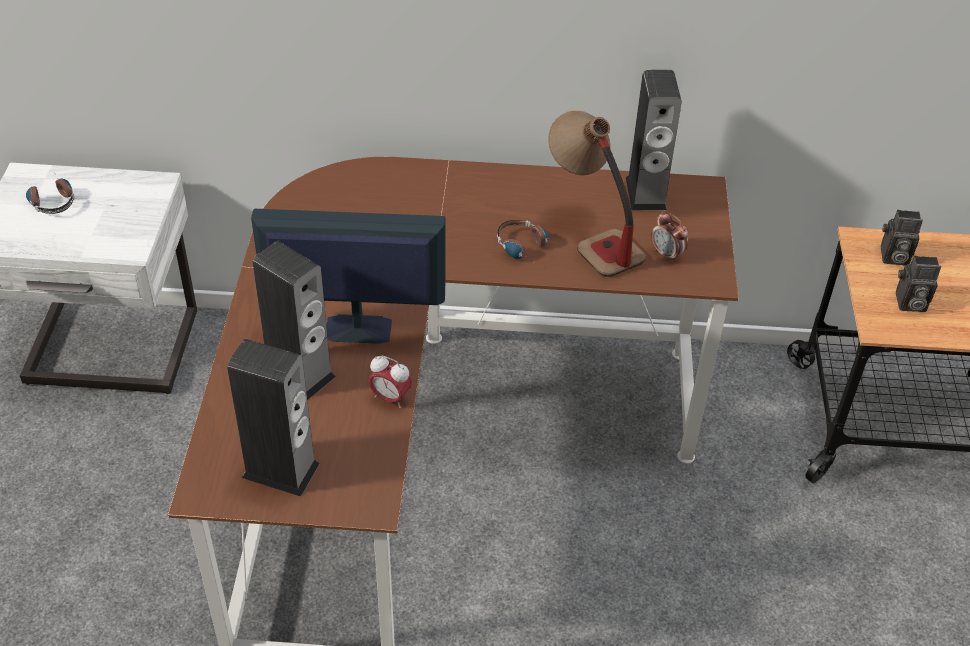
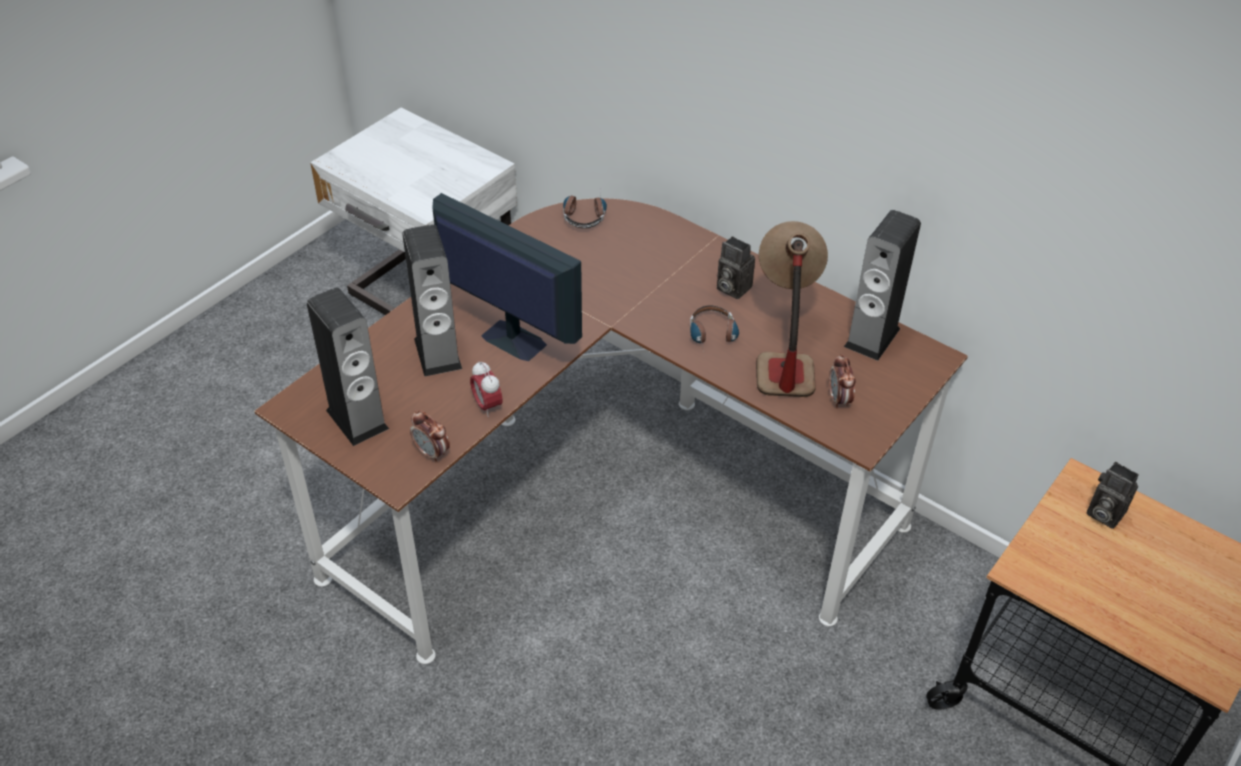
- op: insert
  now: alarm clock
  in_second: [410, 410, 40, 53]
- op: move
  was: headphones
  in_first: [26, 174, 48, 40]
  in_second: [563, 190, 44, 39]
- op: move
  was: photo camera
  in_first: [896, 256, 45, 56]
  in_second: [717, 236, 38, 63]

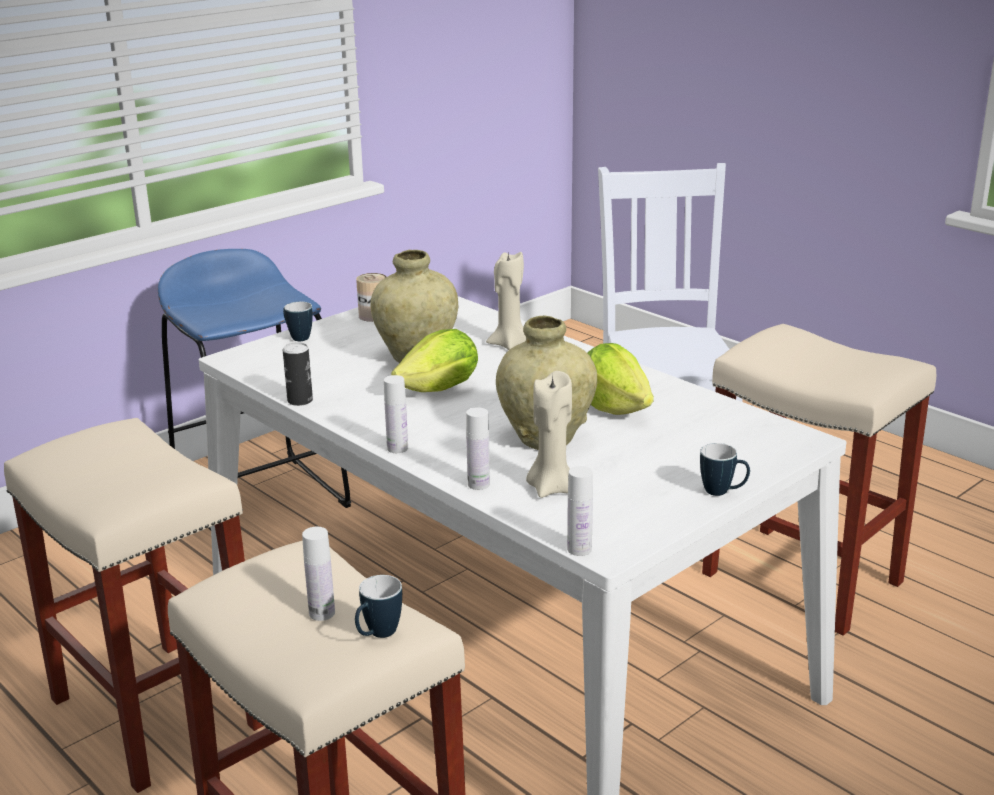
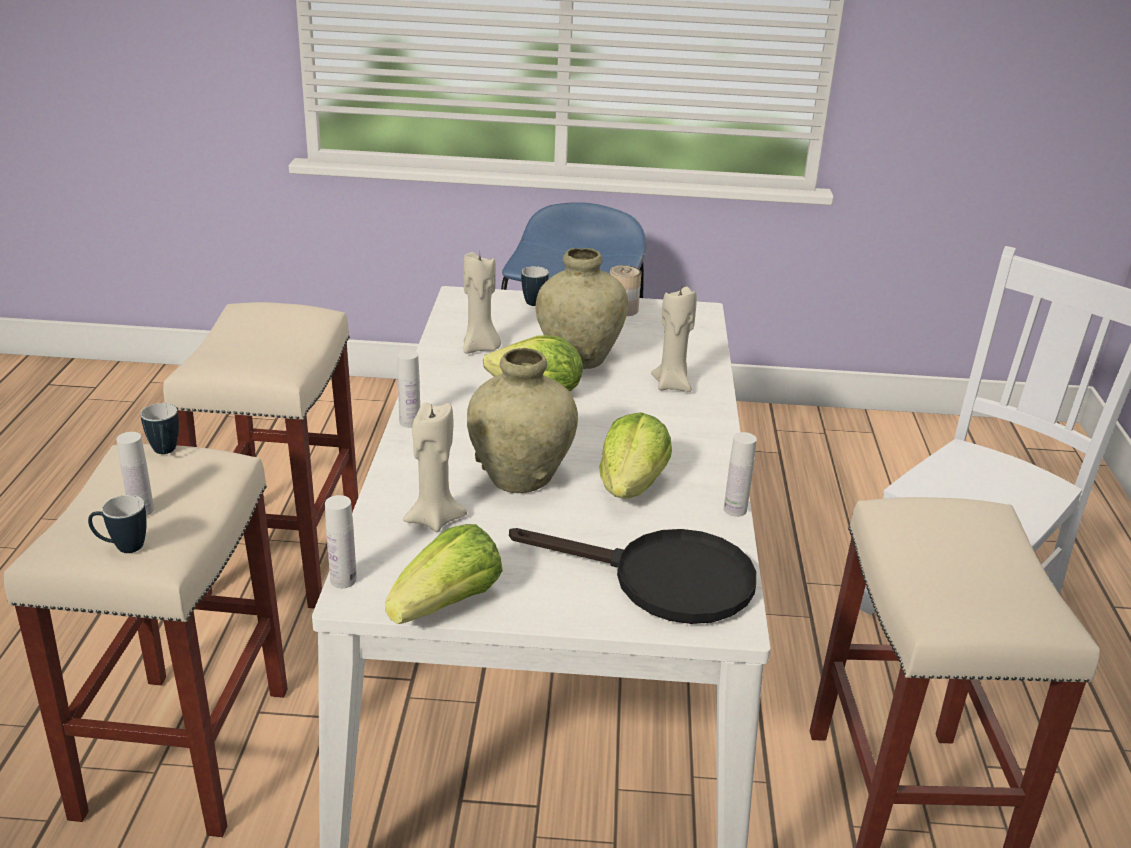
- op: delete
  was: can
  in_first: [283, 342, 30, 64]
- op: insert
  now: lettuce
  in_second: [385, 524, 118, 100]
- op: insert
  now: beige candle
  in_second: [463, 252, 38, 102]
- op: insert
  now: black frying pan
  in_second: [509, 528, 248, 96]
- op: move
  was: white bottle
  in_first: [466, 407, 24, 83]
  in_second: [724, 432, 33, 85]
- op: move
  was: mug
  in_first: [700, 443, 50, 53]
  in_second: [140, 403, 39, 51]

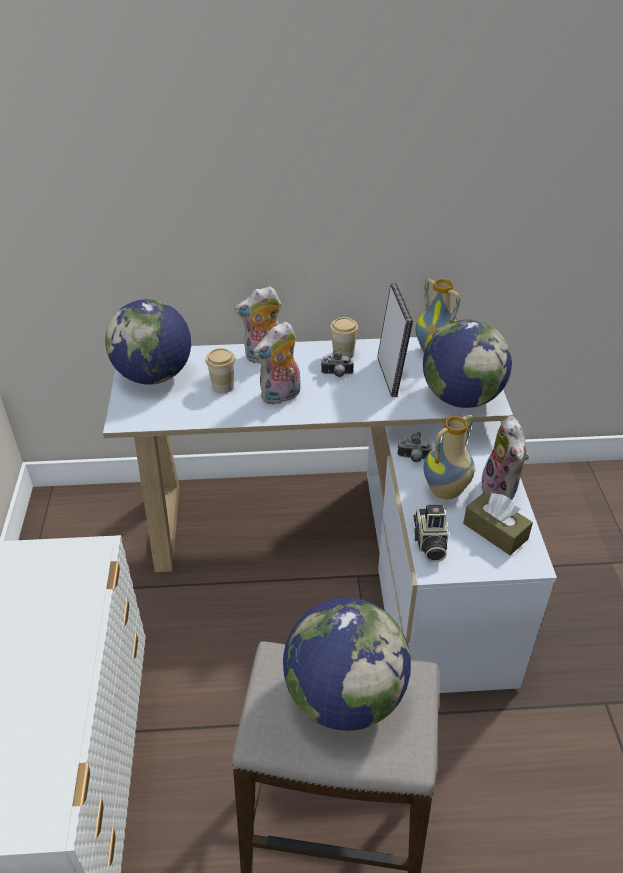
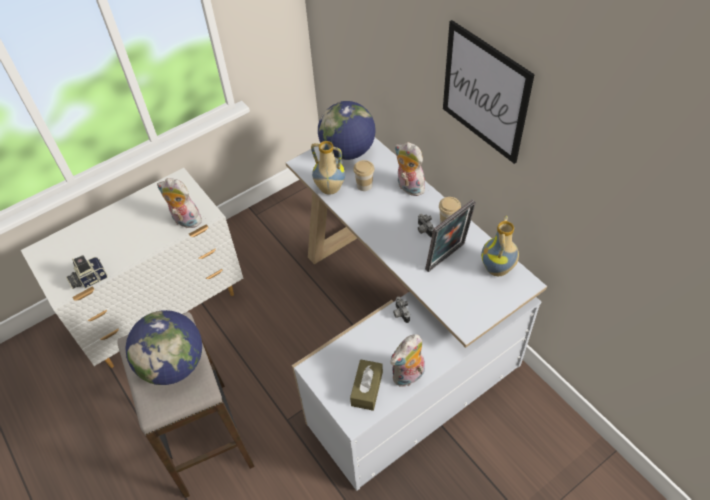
- op: delete
  was: globe
  in_first: [423, 320, 89, 88]
- op: insert
  now: picture
  in_second: [443, 20, 92, 144]
- op: move
  was: plush toy
  in_first: [253, 322, 48, 83]
  in_second: [157, 178, 45, 50]
- op: move
  was: photo camera
  in_first: [414, 504, 35, 58]
  in_second: [66, 255, 42, 34]
- op: move
  was: vase
  in_first: [423, 415, 52, 84]
  in_second: [311, 141, 34, 54]

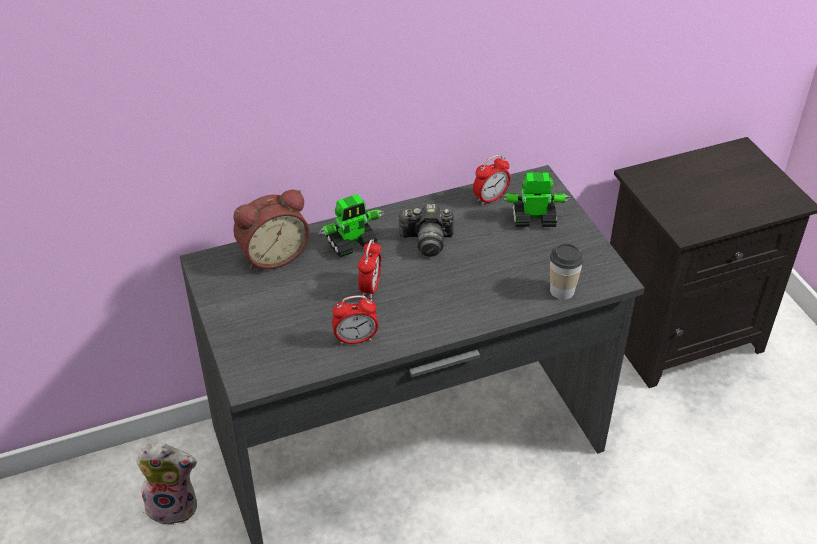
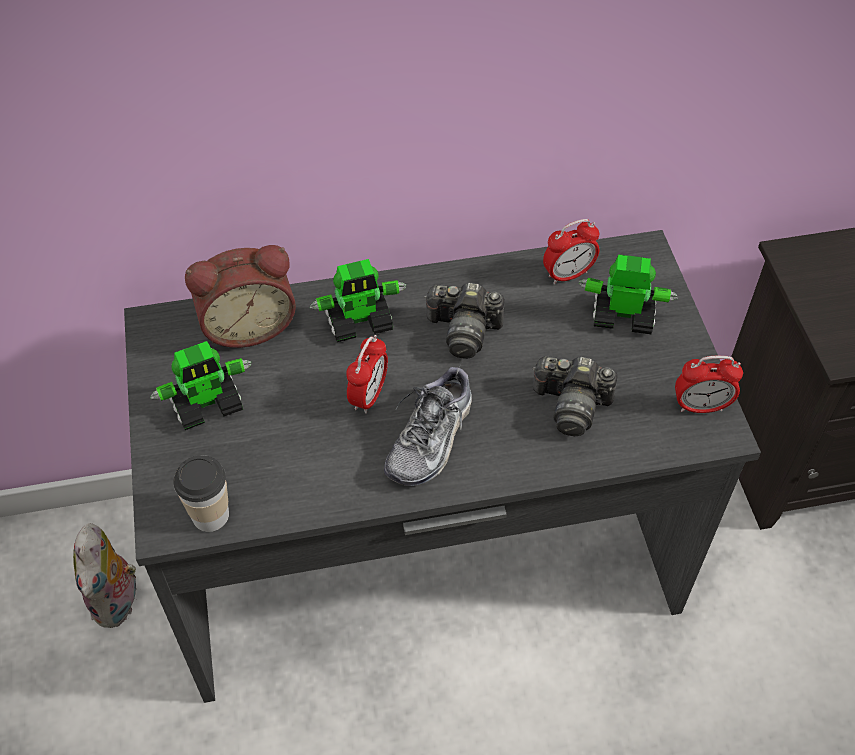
- op: insert
  now: toy robot
  in_second: [150, 341, 101, 89]
- op: insert
  now: shoe
  in_second: [384, 360, 88, 126]
- op: insert
  now: photo camera
  in_second: [532, 356, 86, 80]
- op: move
  was: alarm clock
  in_first: [332, 295, 46, 50]
  in_second: [675, 356, 68, 57]
- op: move
  was: cup
  in_first: [550, 244, 34, 56]
  in_second: [173, 455, 56, 77]
- op: rotate
  was: plush toy
  in_first: [136, 443, 61, 83]
  in_second: [73, 523, 64, 105]
  clockwise: 75

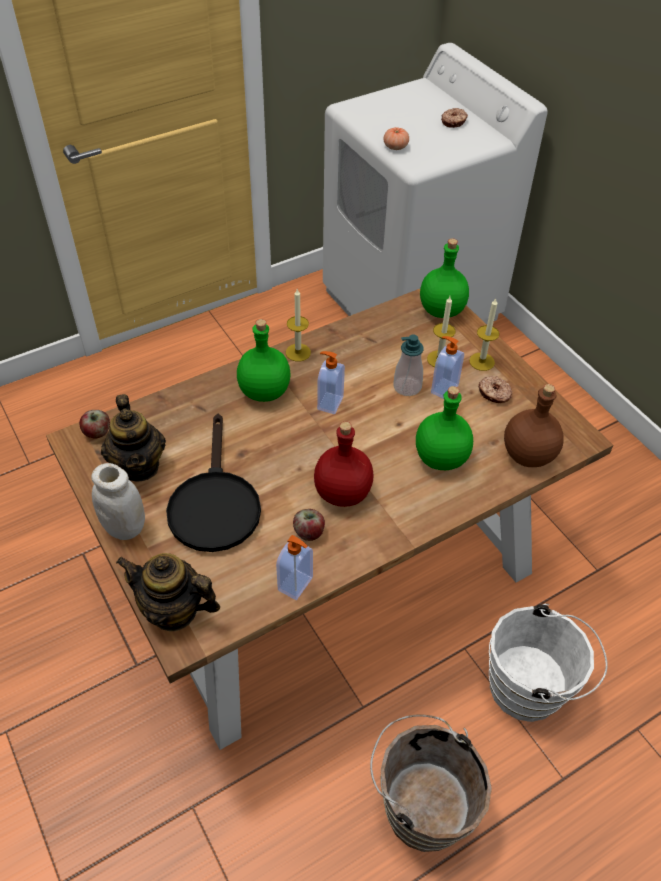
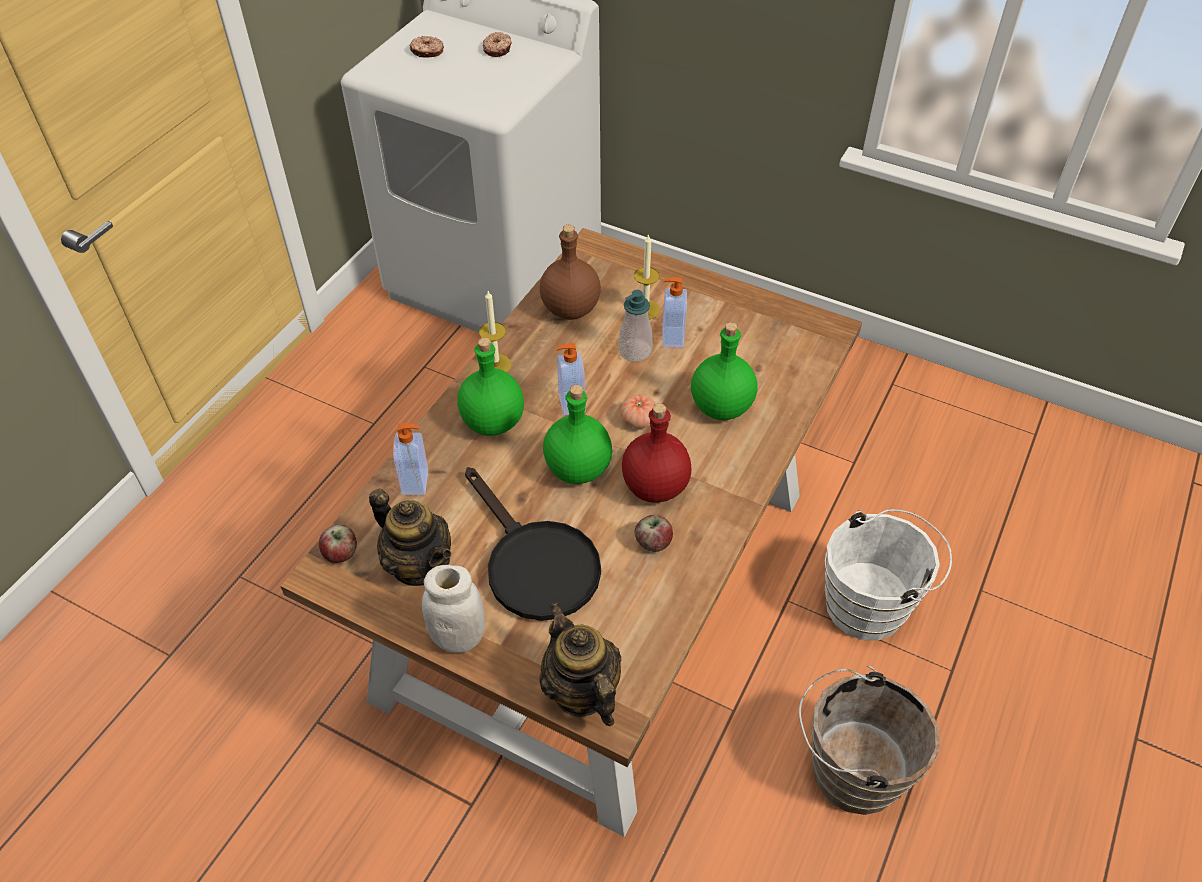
- op: delete
  was: candle
  in_first: [469, 299, 31, 72]
- op: move
  was: soap dispenser
  in_first: [276, 535, 37, 65]
  in_second: [393, 423, 35, 72]
- op: move
  was: tomato
  in_first: [383, 127, 26, 23]
  in_second: [620, 394, 36, 35]
- op: move
  was: green bottle
  in_first: [420, 238, 49, 80]
  in_second: [543, 385, 69, 99]
- op: move
  was: donut
  in_first: [478, 376, 35, 27]
  in_second: [409, 36, 35, 22]
- op: move
  was: brown bottle
  in_first: [504, 384, 60, 83]
  in_second: [540, 225, 61, 95]
- op: rotate
  was: teapot
  in_first: [116, 553, 104, 79]
  in_second: [539, 602, 82, 124]
  clockwise: 75

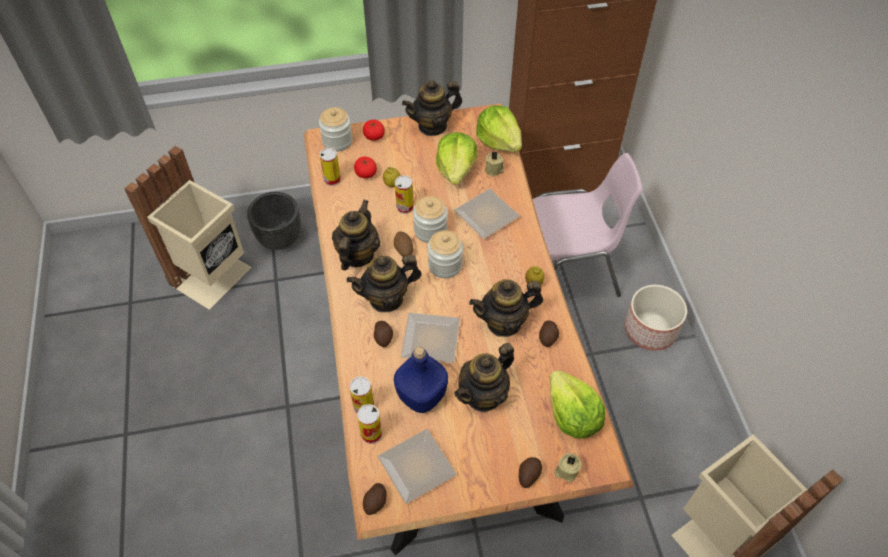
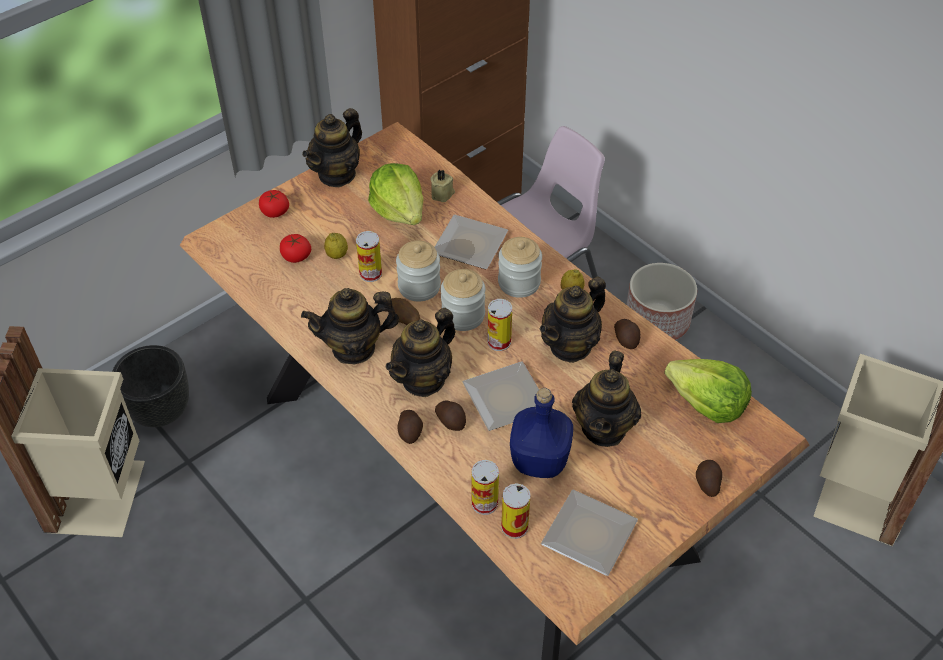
- op: delete
  was: lettuce
  in_first: [476, 105, 46, 47]
- op: delete
  was: beige candle
  in_first: [554, 453, 28, 29]
- op: move
  was: jar
  in_first: [319, 107, 33, 45]
  in_second: [498, 237, 44, 61]
- op: move
  was: can
  in_first: [319, 148, 22, 38]
  in_second: [488, 299, 24, 52]
- op: move
  was: potato
  in_first: [363, 483, 23, 32]
  in_second: [397, 410, 26, 34]
- op: rotate
  was: teapot
  in_first: [332, 200, 48, 70]
  in_second: [301, 288, 99, 77]
  clockwise: -90

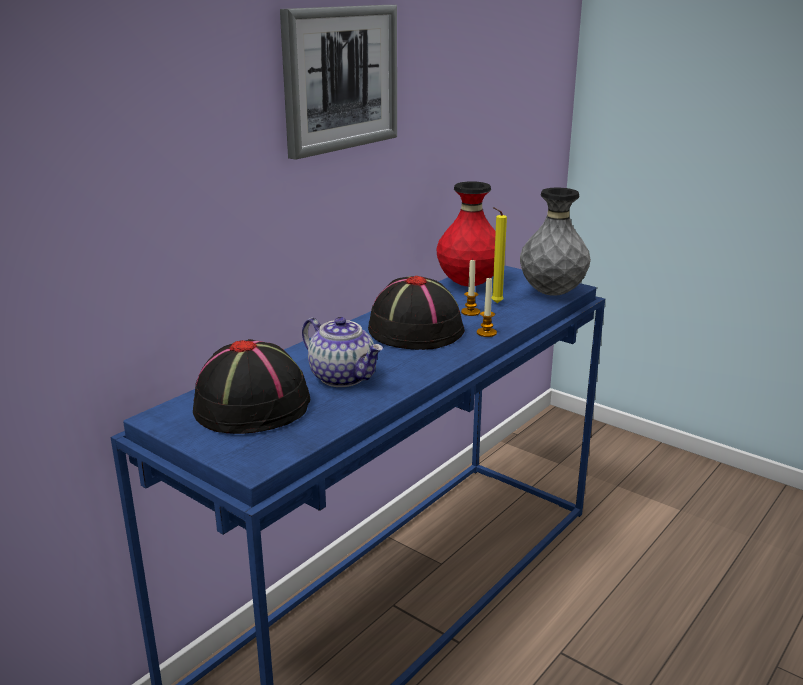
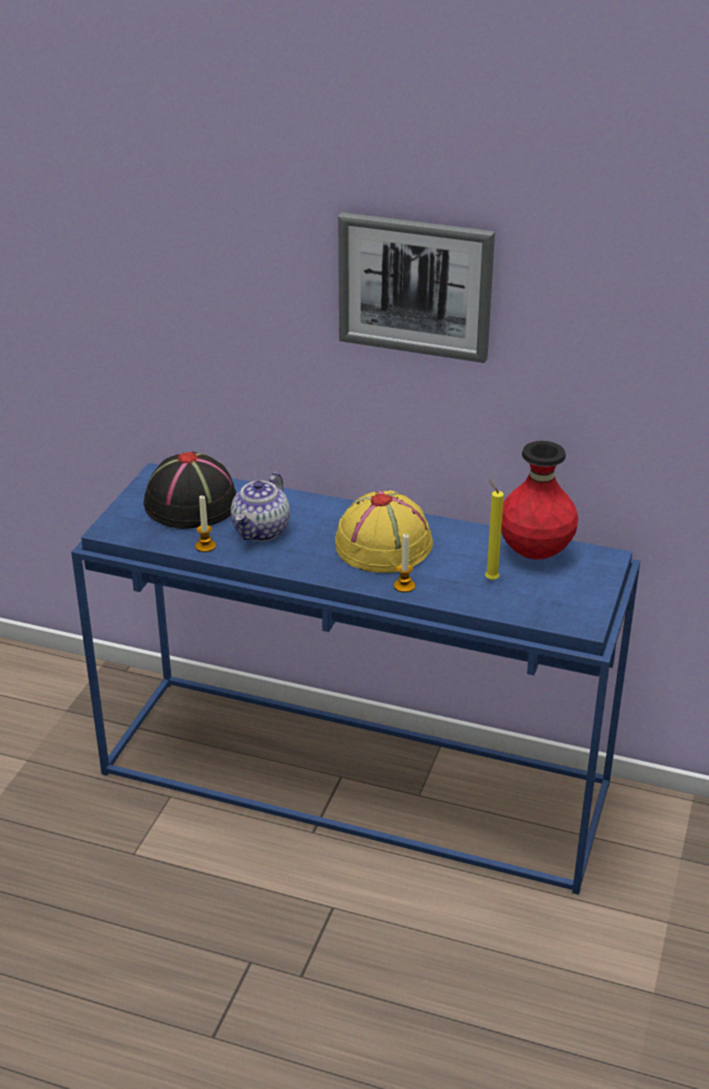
- op: delete
  was: grey vase
  in_first: [520, 188, 71, 108]
- op: move
  was: candle
  in_first: [461, 258, 19, 58]
  in_second: [195, 495, 21, 57]
- op: recolor
  was: black hat
  now: yellow hat
  in_first: [368, 276, 97, 74]
  in_second: [335, 490, 98, 83]

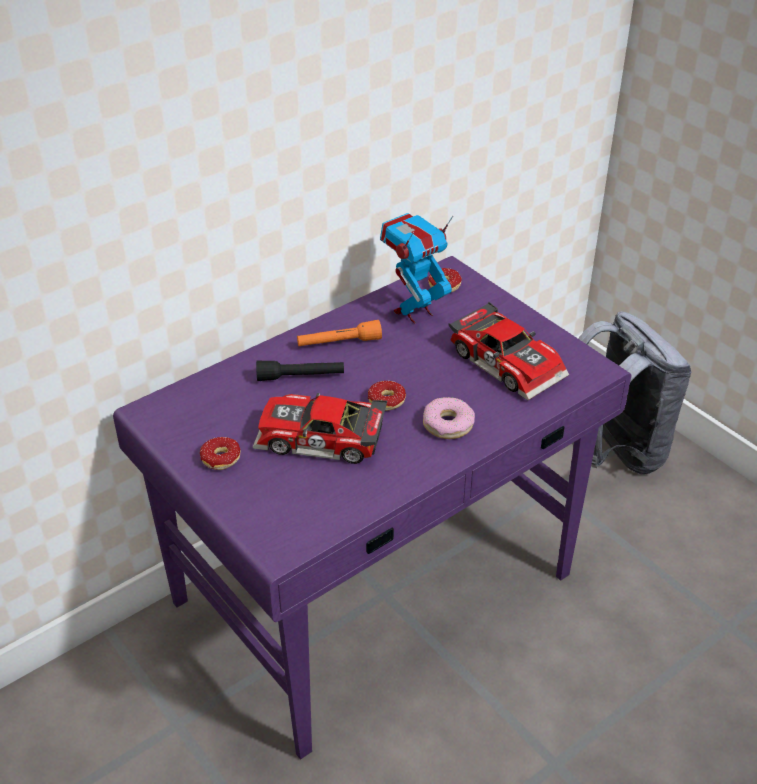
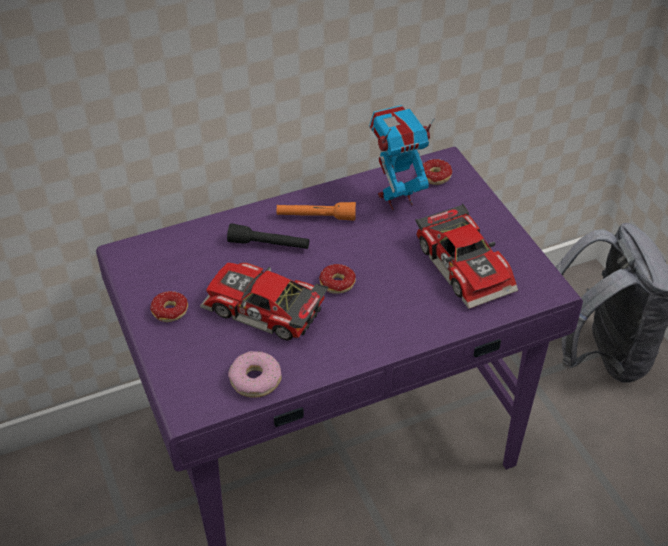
- op: move
  was: donut
  in_first: [423, 397, 52, 42]
  in_second: [228, 351, 54, 47]

